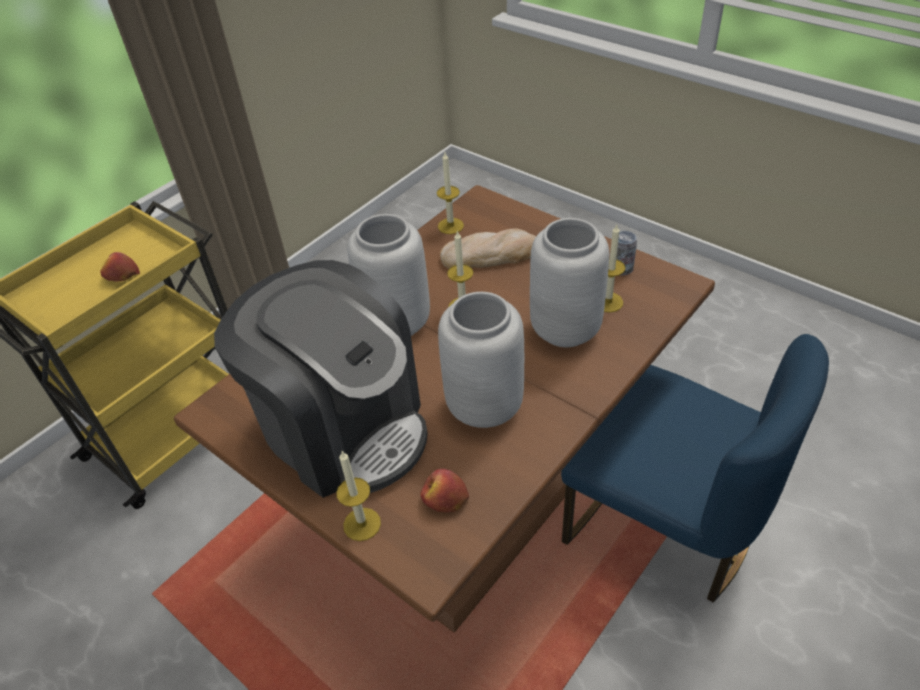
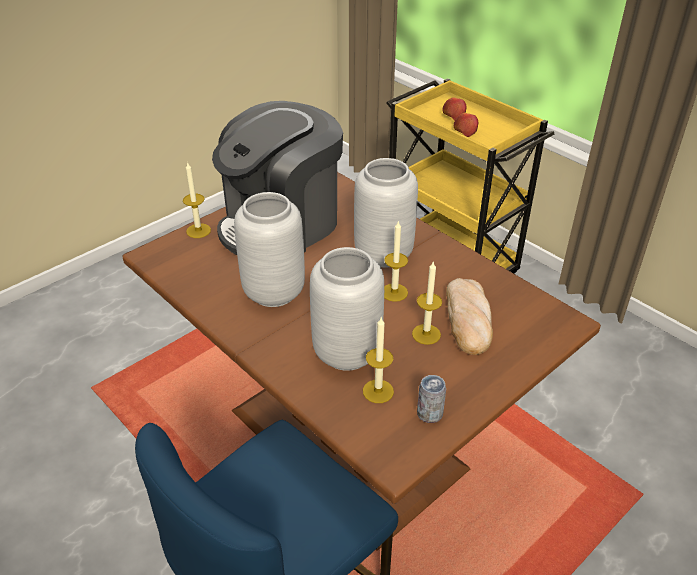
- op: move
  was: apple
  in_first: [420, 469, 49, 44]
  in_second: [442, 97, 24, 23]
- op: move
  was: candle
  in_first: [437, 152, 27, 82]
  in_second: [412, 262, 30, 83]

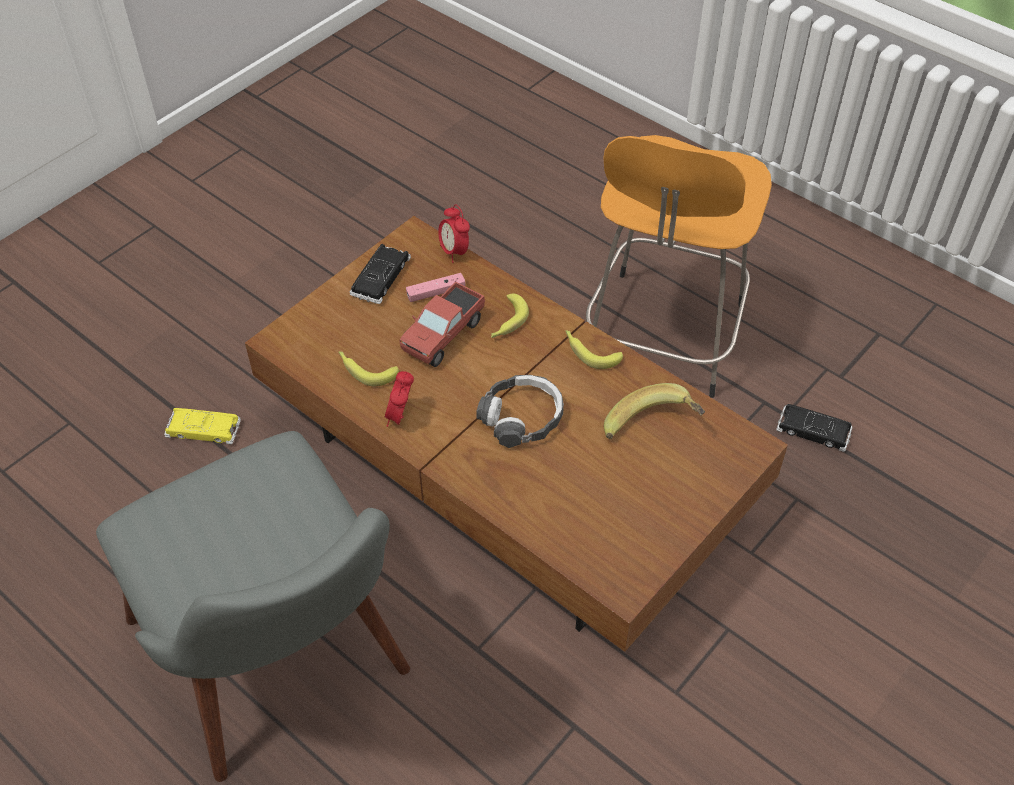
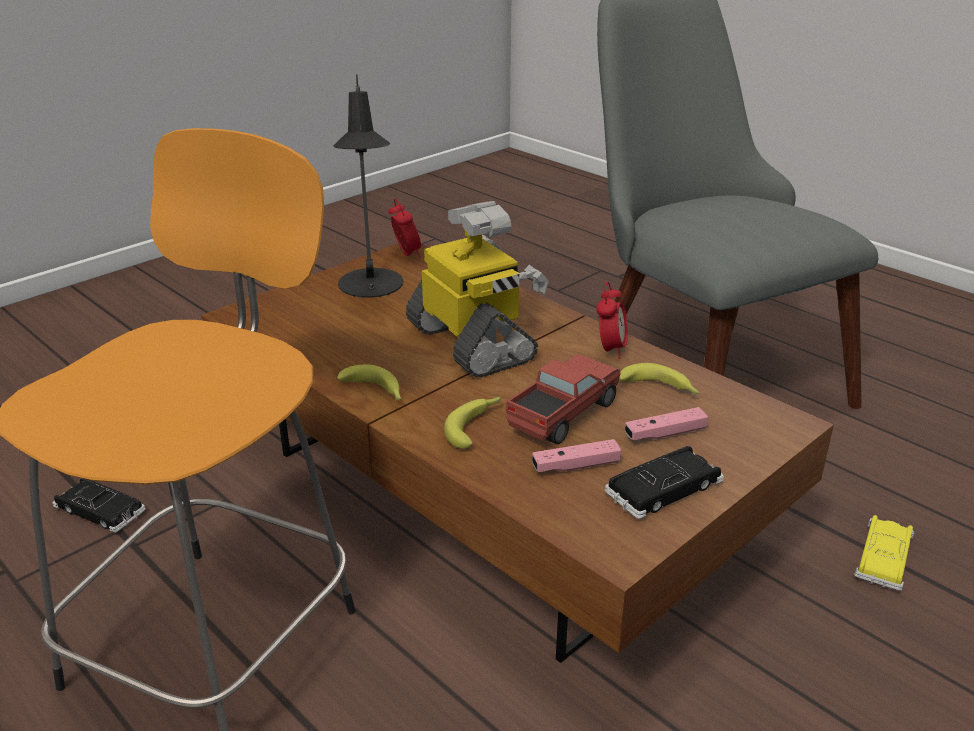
- op: delete
  was: banana
  in_first: [604, 383, 101, 56]
- op: insert
  now: black table lamp
  in_second: [333, 74, 70, 224]
- op: insert
  now: pink game controller
  in_second: [625, 407, 83, 33]
- op: move
  was: alarm clock
  in_first: [438, 204, 32, 59]
  in_second: [388, 199, 33, 60]
- op: replace
  was: headphones
  now: toy robot
  in_first: [476, 375, 88, 73]
  in_second: [406, 201, 143, 176]
- op: rotate
  was: yellow toy car
  in_first: [164, 408, 77, 36]
  in_second: [855, 515, 59, 76]
  clockwise: 105
- op: rotate
  was: black toy car
  in_first: [350, 244, 61, 60]
  in_second: [605, 446, 119, 73]
  clockwise: -150

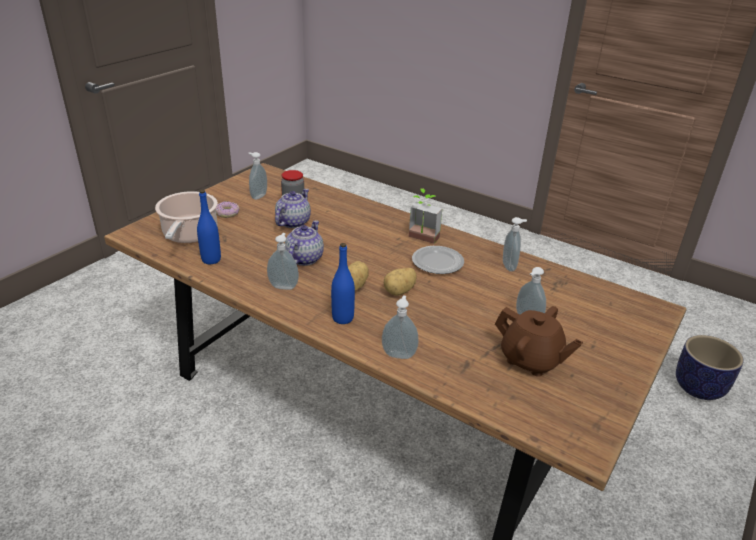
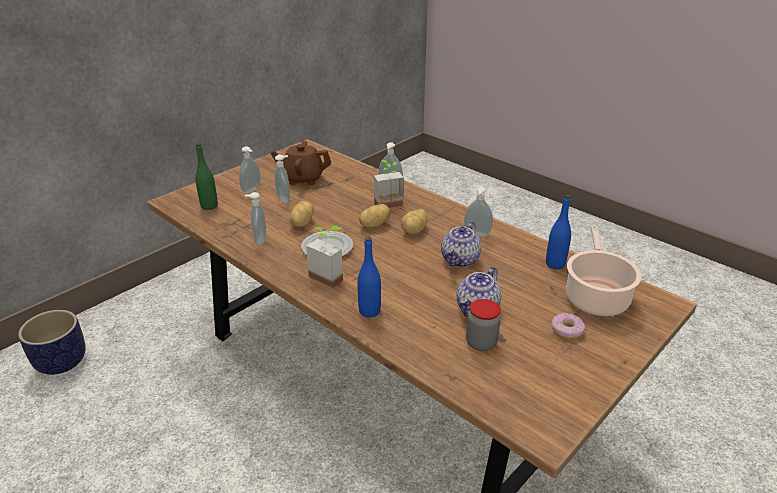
- op: insert
  now: green bottle
  in_second: [195, 143, 23, 67]
- op: insert
  now: potato
  in_second: [290, 201, 24, 26]
- op: insert
  now: potted plant
  in_second: [374, 160, 30, 48]
- op: move
  was: soap dispenser
  in_first: [248, 152, 19, 48]
  in_second: [239, 146, 22, 47]
- op: move
  was: blue bottle
  in_first: [331, 243, 24, 81]
  in_second: [357, 237, 24, 81]
- op: rotate
  was: brown teapot
  in_first: [495, 306, 88, 71]
  in_second: [271, 141, 60, 44]
  clockwise: -45

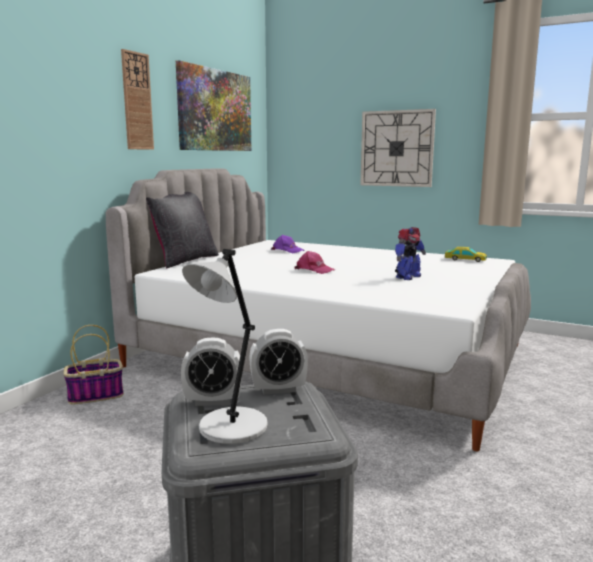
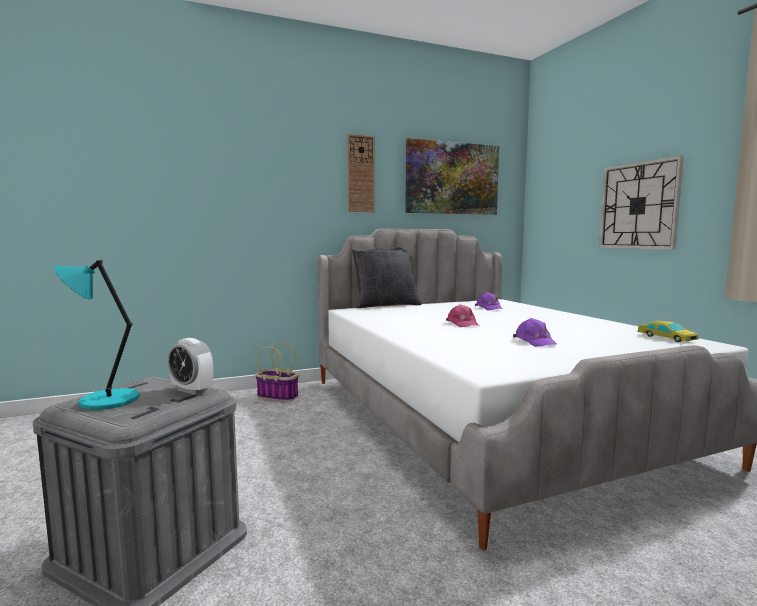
- op: delete
  was: alarm clock
  in_first: [181, 338, 61, 68]
- op: replace
  was: toy robot
  now: purple cap
  in_first: [395, 227, 31, 53]
  in_second: [513, 318, 44, 29]
- op: recolor
  was: grey table lamp
  now: turquoise table lamp
  in_first: [182, 249, 86, 195]
  in_second: [54, 260, 86, 150]

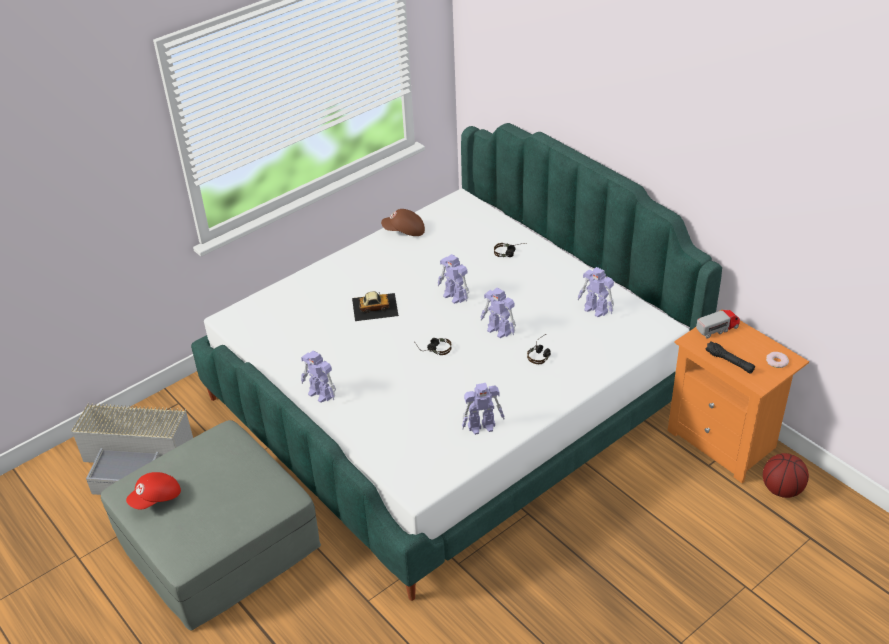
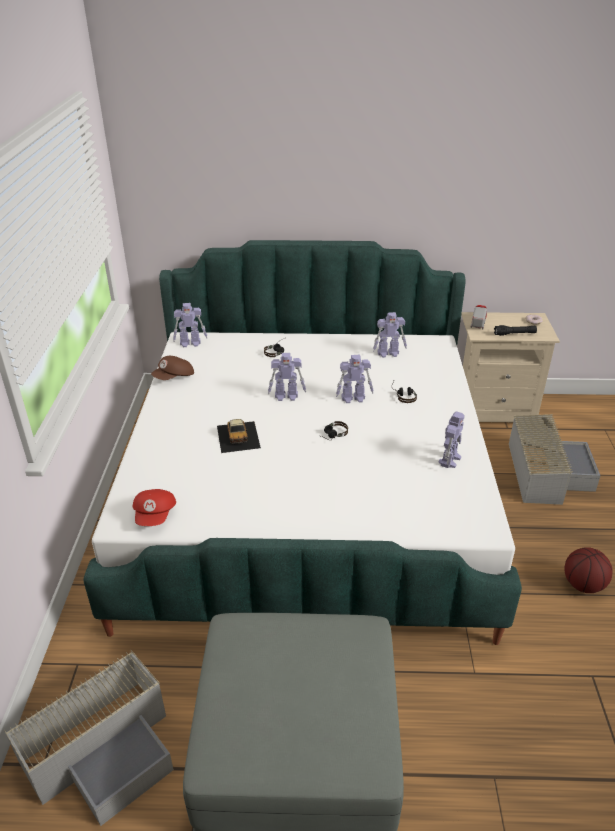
- op: insert
  now: grey storage box
  in_second: [509, 414, 91, 91]
- op: move
  was: red cap
  in_first: [126, 472, 55, 38]
  in_second: [133, 489, 43, 37]
- op: move
  was: toy robot
  in_first: [301, 351, 35, 52]
  in_second: [173, 303, 34, 44]
- op: move
  was: basketball
  in_first: [763, 453, 46, 45]
  in_second: [564, 547, 49, 46]
- op: recolor
  was: orange nightstand
  now: beige nightstand
  in_first: [668, 309, 141, 174]
  in_second: [461, 312, 99, 110]
- op: rotate
  was: toy car
  in_first: [352, 291, 47, 30]
  in_second: [217, 419, 44, 34]
  clockwise: 135

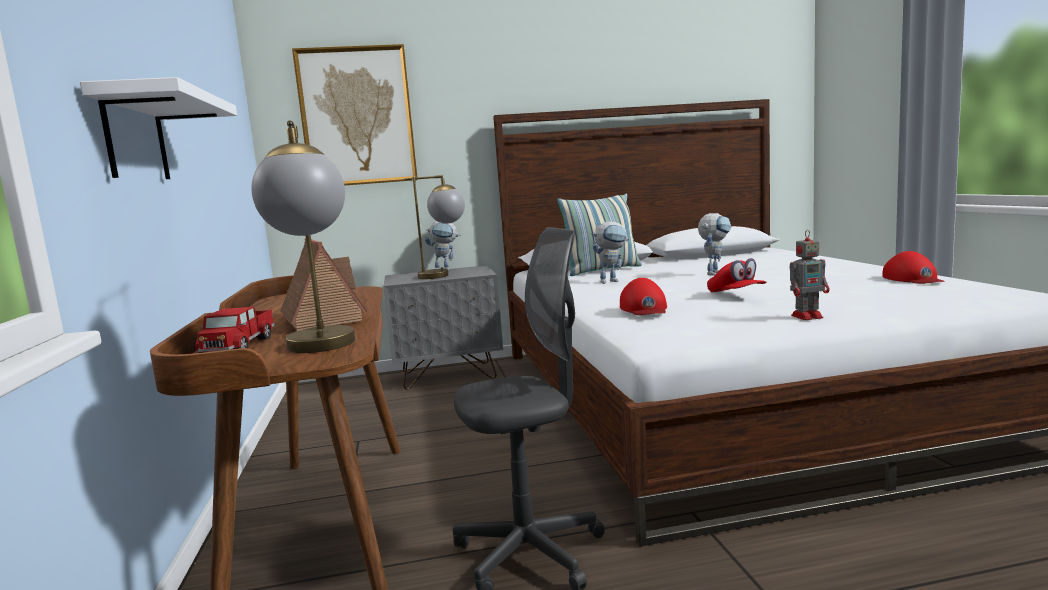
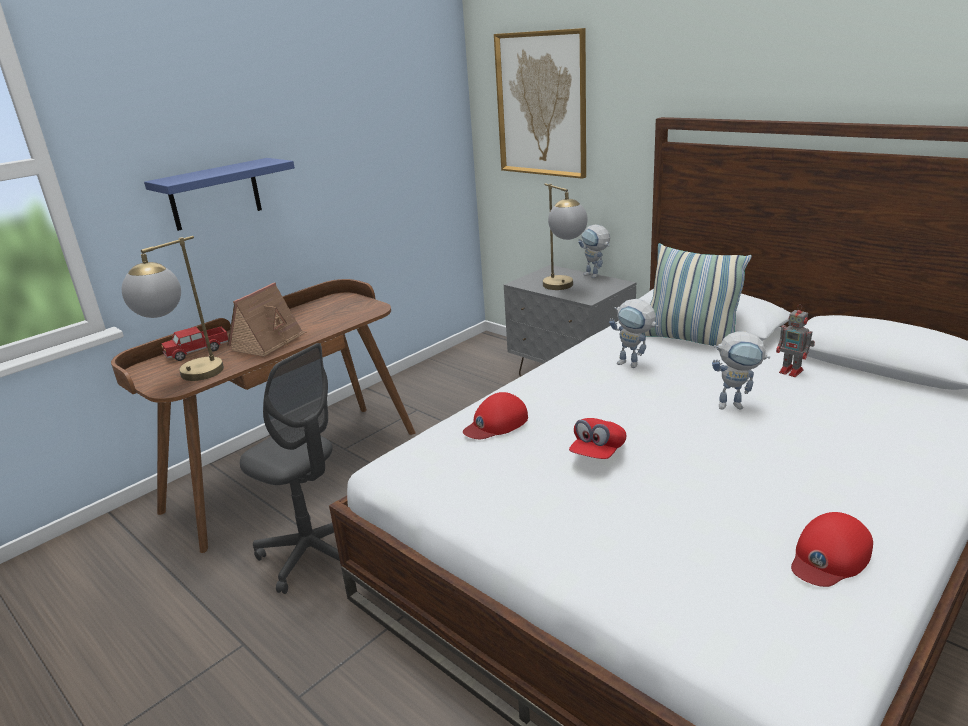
- op: move
  was: toy robot
  in_first: [790, 230, 39, 90]
  in_second: [776, 304, 39, 73]
- op: recolor
  was: white shelf
  now: blue shelf
  in_first: [80, 77, 157, 102]
  in_second: [144, 158, 151, 73]

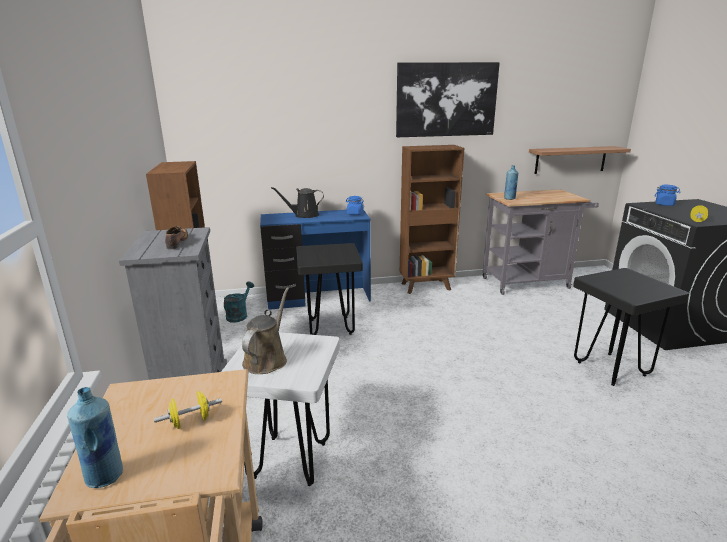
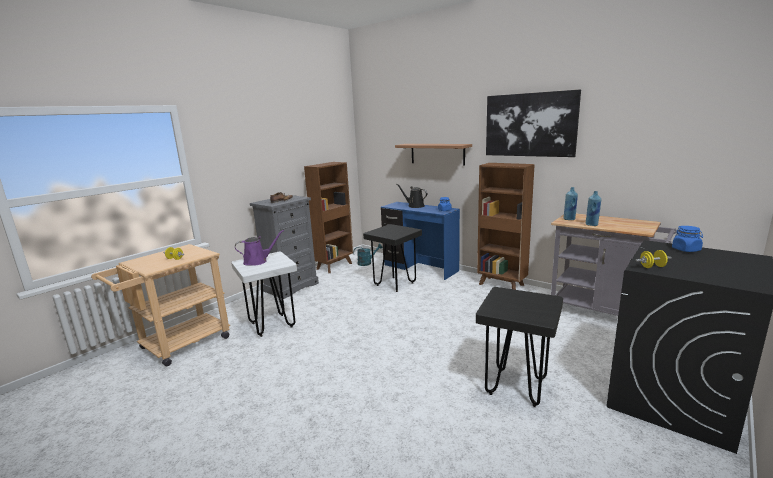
- op: move
  was: blue bottle
  in_first: [67, 387, 56, 101]
  in_second: [586, 191, 15, 35]
- op: move
  was: shelf
  in_first: [529, 146, 102, 28]
  in_second: [395, 144, 77, 21]
- op: recolor
  was: brown watering can
  now: purple watering can
  in_first: [242, 287, 47, 87]
  in_second: [235, 230, 49, 36]

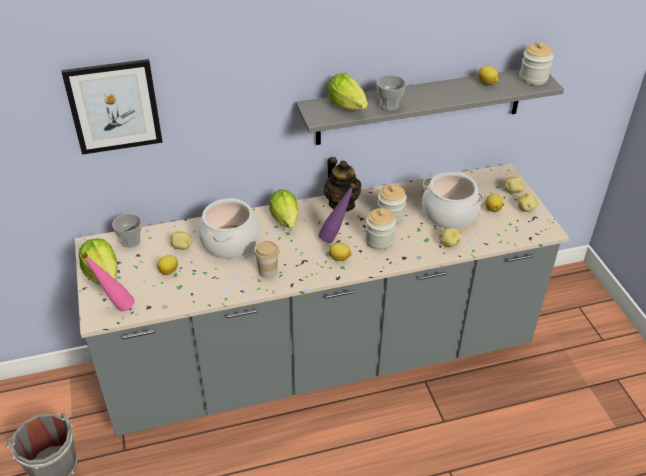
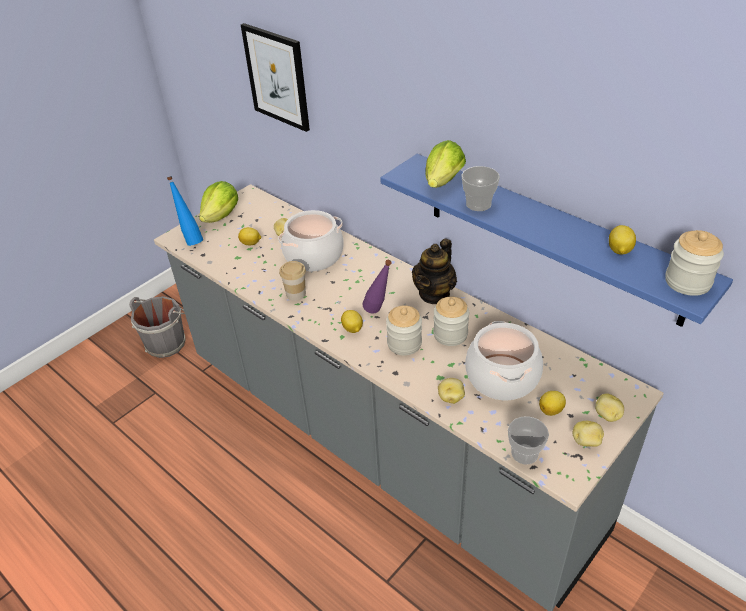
- op: delete
  was: lettuce
  in_first: [269, 189, 29, 39]
- op: move
  was: cup
  in_first: [112, 214, 29, 34]
  in_second: [508, 416, 41, 49]
- op: recolor
  was: pink bottle
  now: blue bottle
  in_first: [82, 253, 53, 59]
  in_second: [167, 176, 36, 70]
- op: recolor
  was: grey shelf
  now: blue shelf
  in_first: [296, 69, 268, 76]
  in_second: [380, 154, 353, 173]

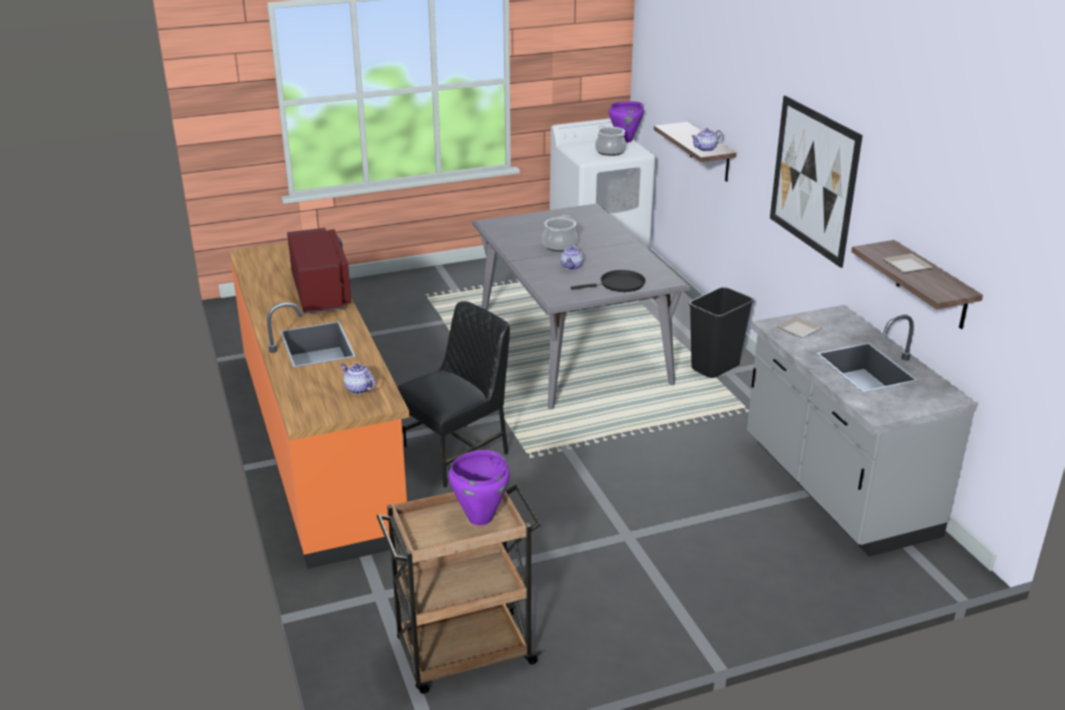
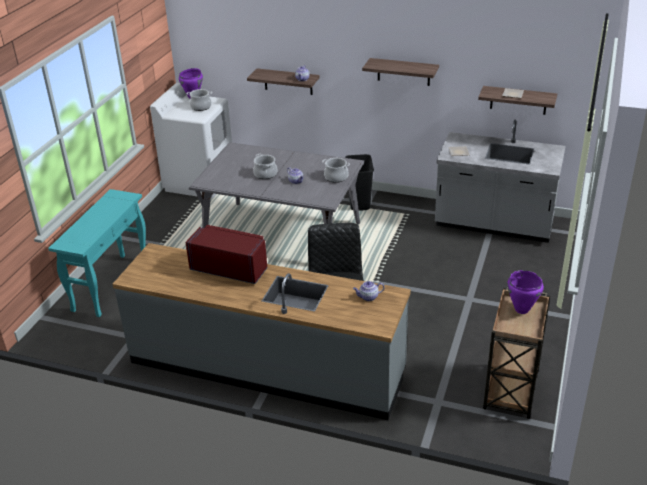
- op: insert
  now: turquoise console table
  in_second: [48, 189, 98, 128]
- op: replace
  was: black frying pan
  now: cooking pot
  in_first: [570, 270, 75, 22]
  in_second: [322, 158, 28, 25]
- op: replace
  was: picture
  now: shelf
  in_first: [770, 96, 93, 172]
  in_second: [362, 58, 77, 28]
- op: recolor
  was: orange counter
  now: grey counter
  in_first: [229, 242, 180, 327]
  in_second: [112, 243, 299, 177]

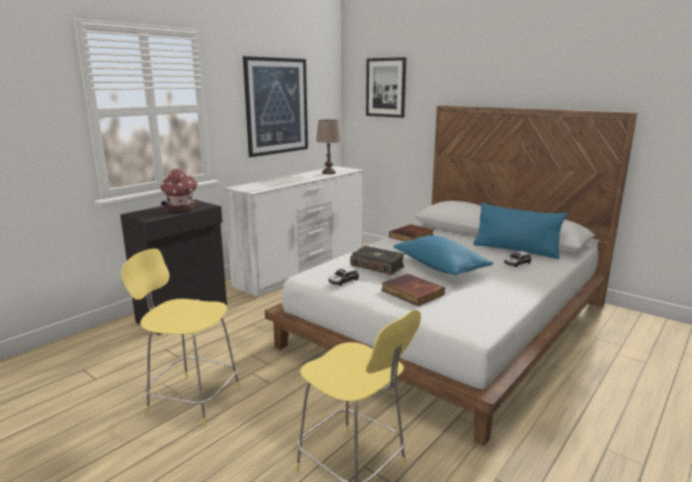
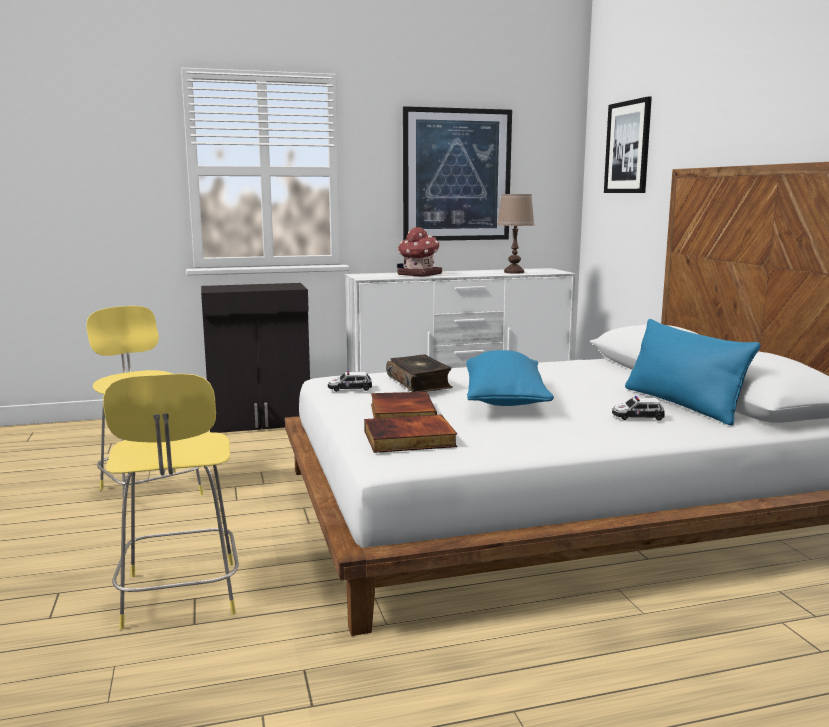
- op: move
  was: toy house
  in_first: [160, 169, 39, 43]
  in_second: [397, 227, 45, 50]
- op: move
  was: book
  in_first: [389, 224, 45, 18]
  in_second: [364, 415, 93, 38]

